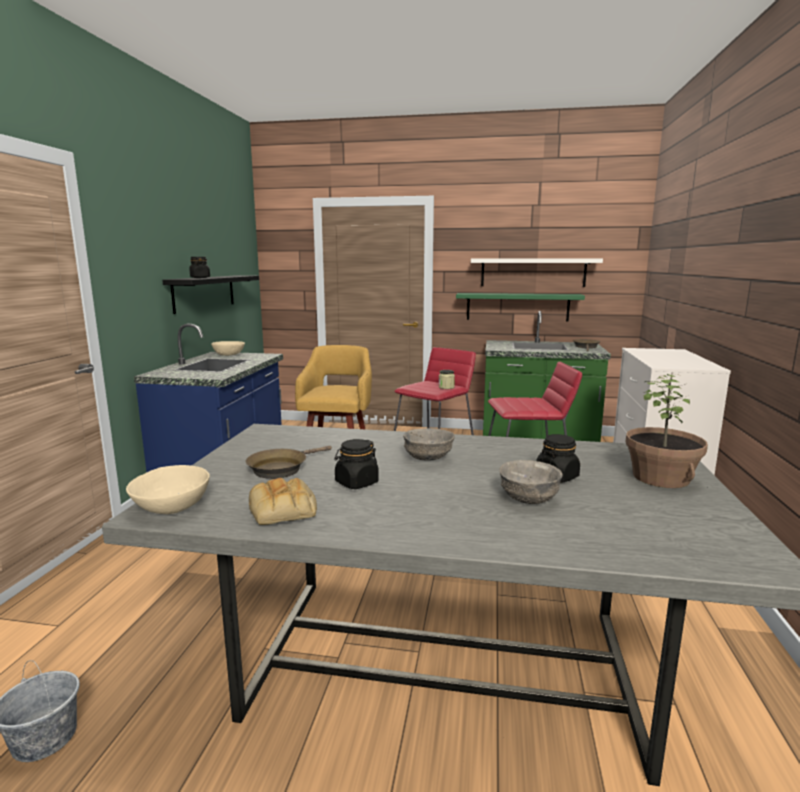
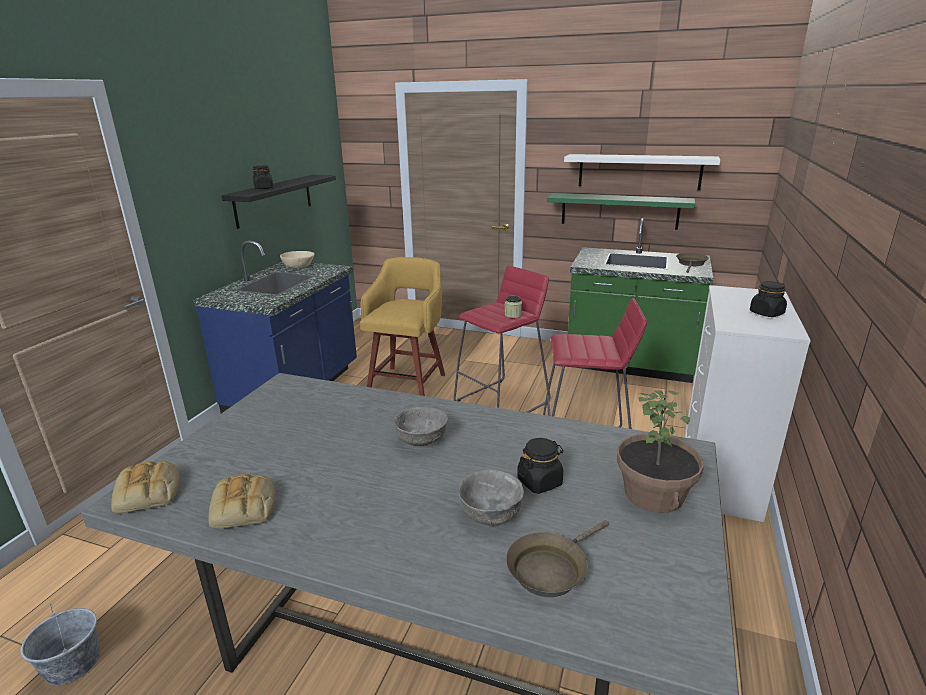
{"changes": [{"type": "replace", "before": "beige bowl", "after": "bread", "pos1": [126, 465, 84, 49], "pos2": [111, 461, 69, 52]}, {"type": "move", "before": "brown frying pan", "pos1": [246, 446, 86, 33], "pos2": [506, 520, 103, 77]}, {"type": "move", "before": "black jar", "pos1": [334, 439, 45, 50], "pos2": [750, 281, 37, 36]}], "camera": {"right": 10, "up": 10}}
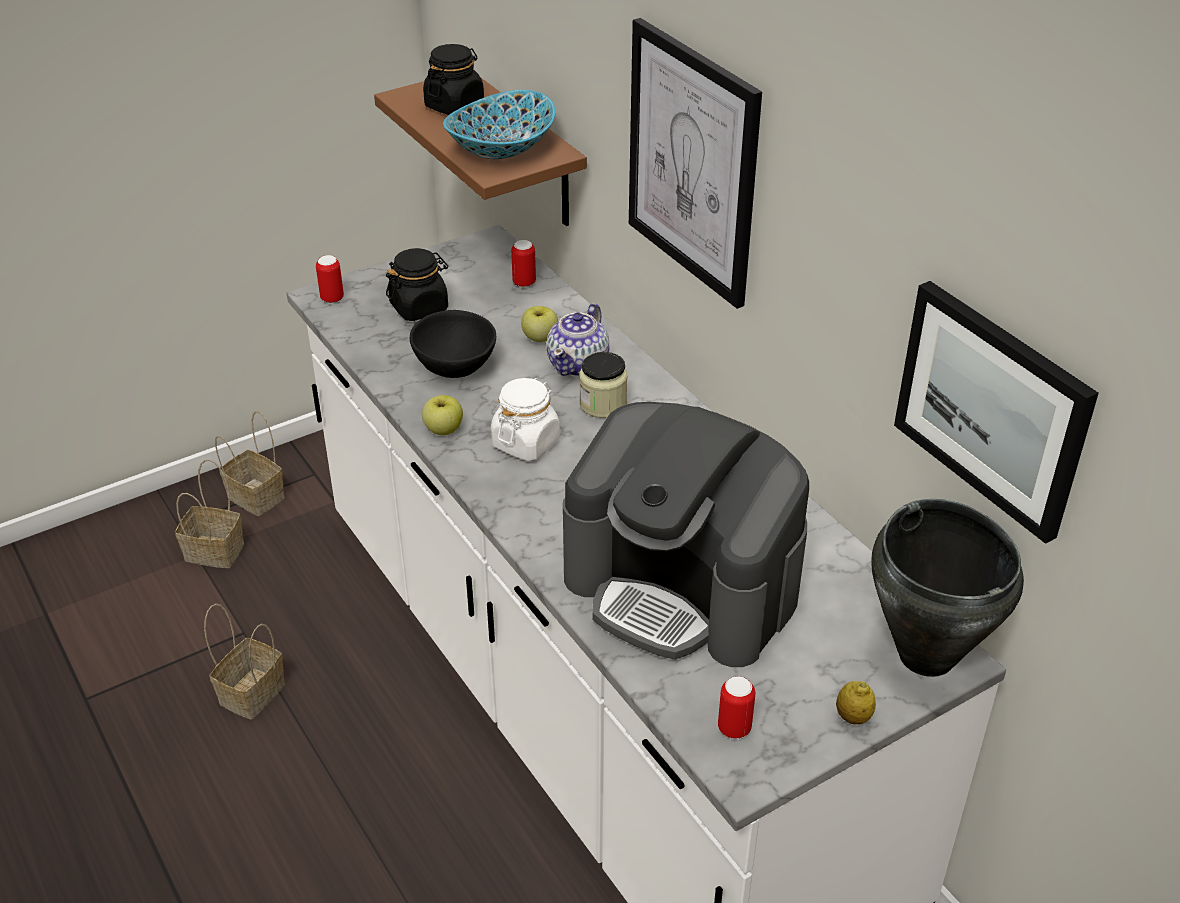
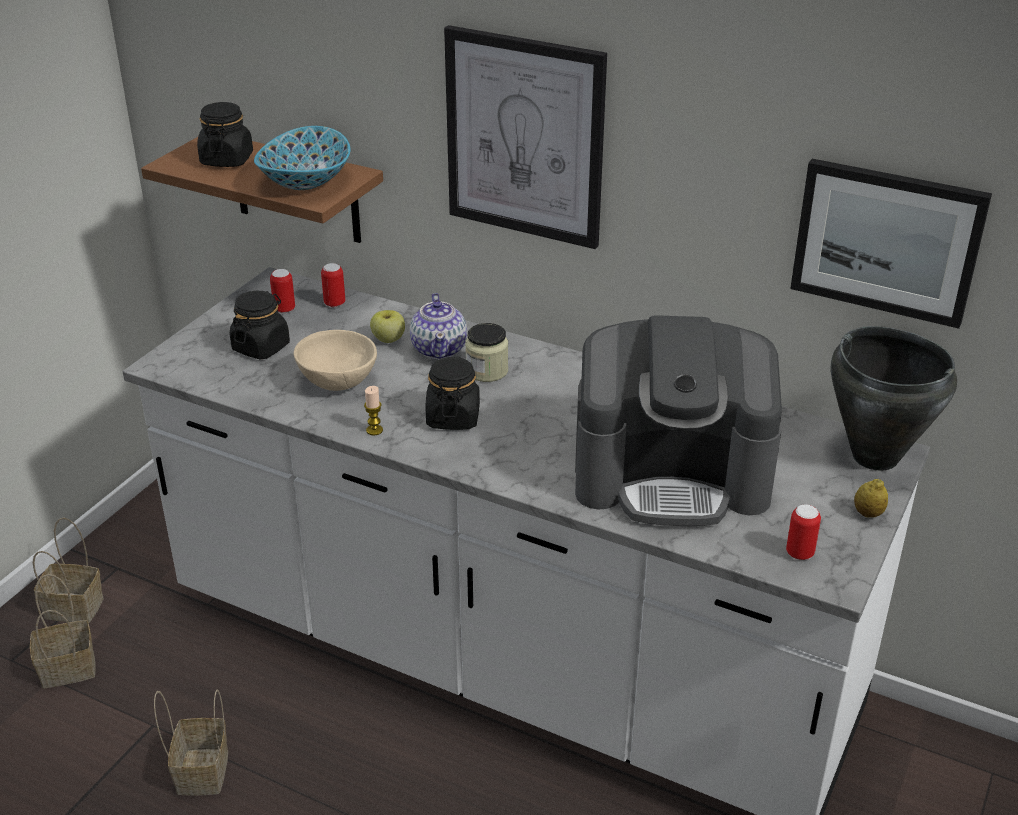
{"changes": [{"type": "move", "before": "can", "pos1": [316, 255, 28, 48], "pos2": [270, 269, 25, 44]}, {"type": "recolor", "before": "black bowl", "after": "beige bowl", "pos1": [410, 310, 86, 68], "pos2": [294, 330, 83, 61]}, {"type": "replace", "before": "apple", "after": "candle", "pos1": [422, 395, 41, 40], "pos2": [364, 386, 19, 49]}, {"type": "recolor", "before": "white jar", "after": "black jar", "pos1": [491, 378, 69, 83], "pos2": [425, 357, 55, 73]}], "camera": {"right": -30, "up": -5}}
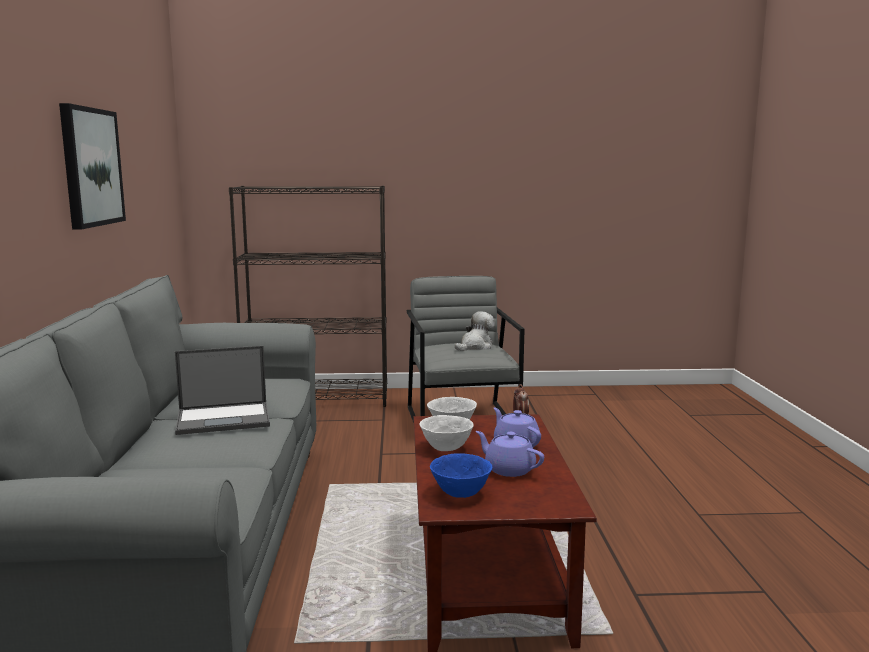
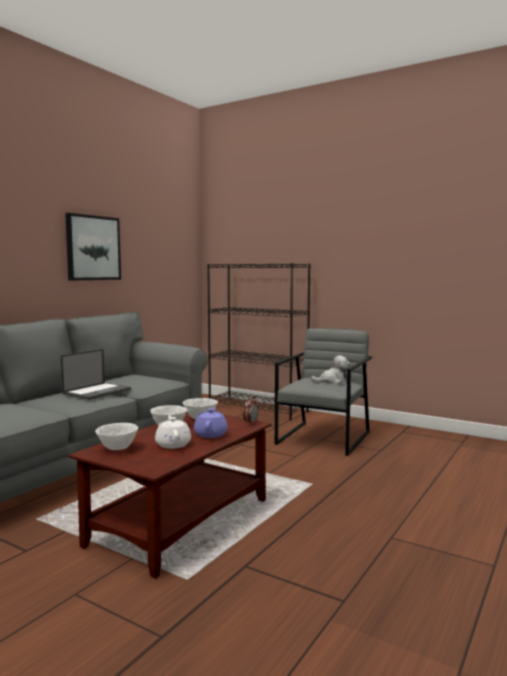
{"changes": [{"type": "rotate", "before": "laptop", "pos1": [175, 346, 95, 89], "pos2": [60, 349, 71, 51], "turn": -75}, {"type": "recolor", "before": "blue bowl", "after": "white bowl", "pos1": [430, 453, 62, 45], "pos2": [95, 423, 43, 27]}, {"type": "recolor", "before": "purple teapot", "after": "white teapot", "pos1": [476, 431, 68, 46], "pos2": [155, 415, 36, 34]}], "camera": {"right": 35, "up": -5}}
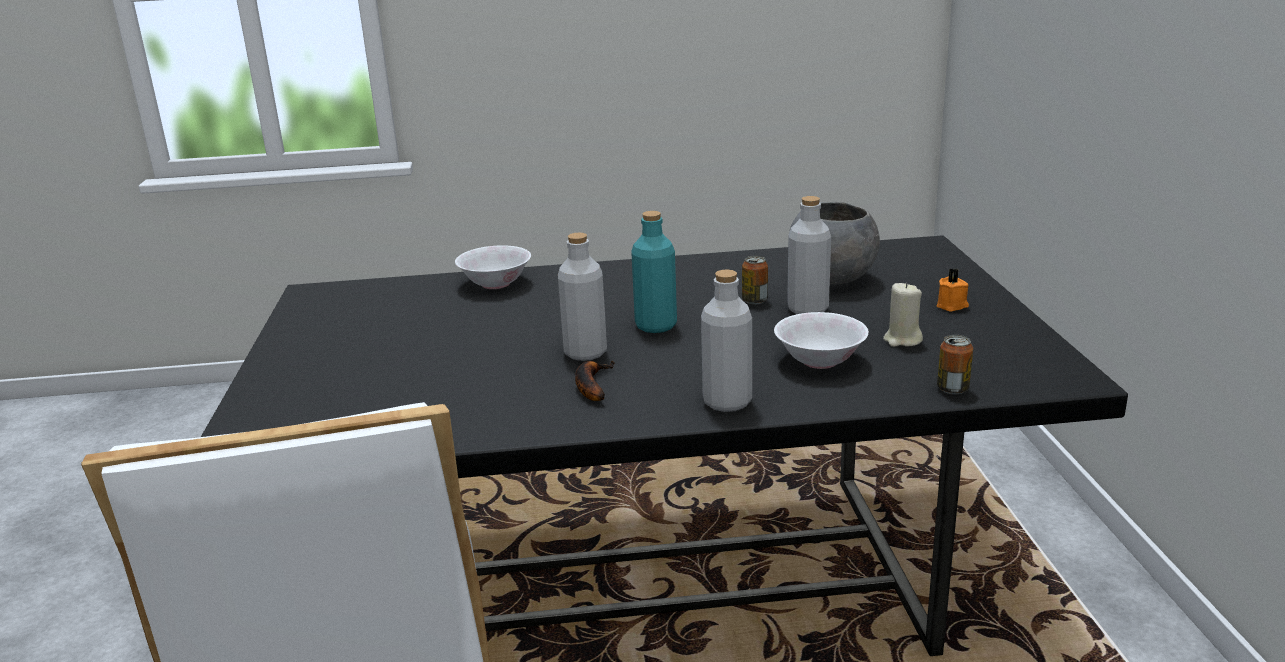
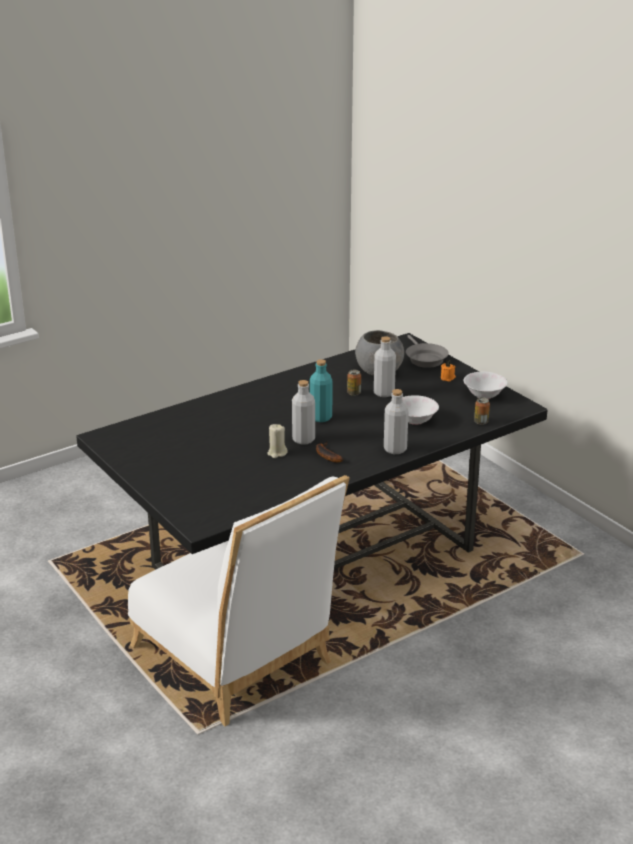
{"changes": [{"type": "move", "before": "beige candle", "pos1": [883, 282, 40, 65], "pos2": [268, 424, 20, 34]}, {"type": "insert", "after": "grey frying pan", "pos2": [406, 335, 43, 33]}, {"type": "move", "before": "white bowl", "pos1": [455, 245, 76, 44], "pos2": [463, 372, 45, 27]}], "camera": {"right": -30, "up": 5}}
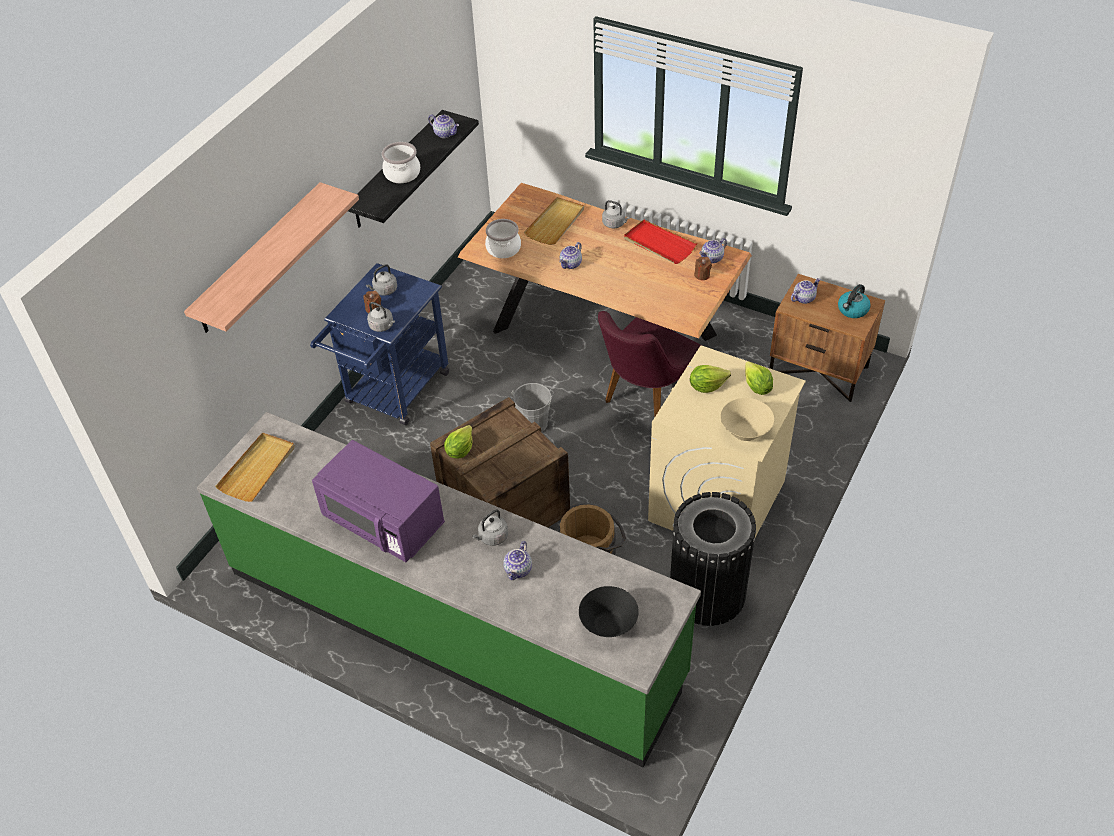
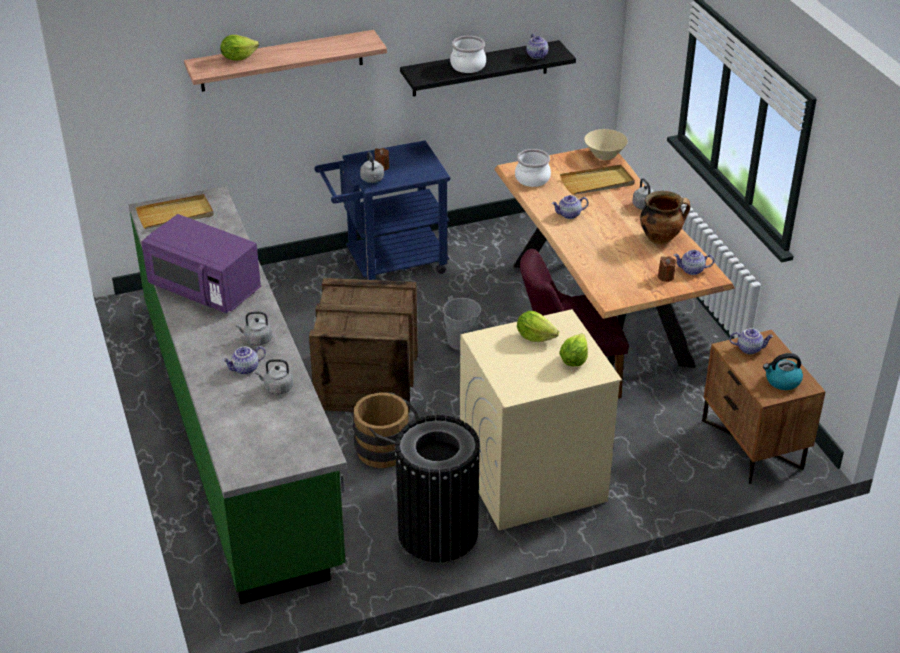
{"changes": [{"type": "rotate", "before": "purple microwave", "pos1": [312, 440, 133, 122], "pos2": [141, 214, 120, 100], "turn": -45}, {"type": "move", "before": "lettuce", "pos1": [444, 425, 28, 34], "pos2": [220, 35, 39, 26]}, {"type": "move", "before": "grey kettle", "pos1": [366, 264, 31, 32], "pos2": [255, 359, 38, 36]}, {"type": "move", "before": "beige bowl", "pos1": [720, 398, 54, 43], "pos2": [584, 129, 44, 31]}, {"type": "replace", "before": "red tray", "after": "cooking pot", "pos1": [624, 219, 73, 45], "pos2": [640, 191, 50, 53]}, {"type": "delete", "before": "black bowl", "pos1": [579, 586, 60, 51]}], "camera": {"right": 40, "up": -10}}
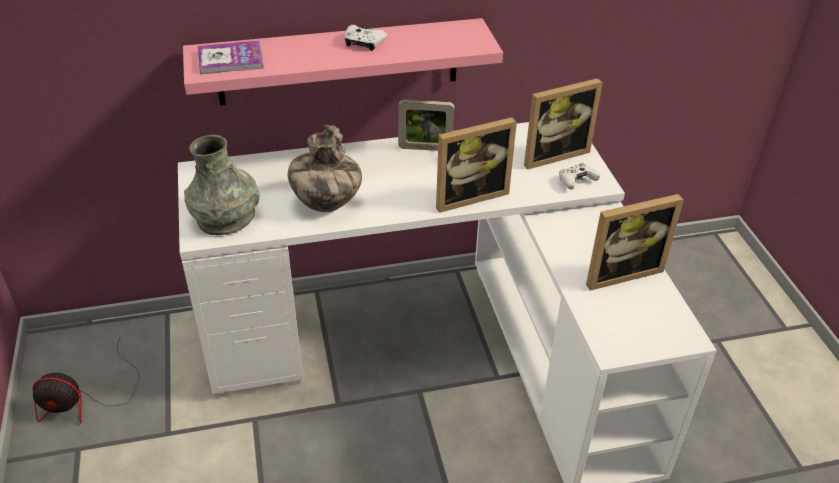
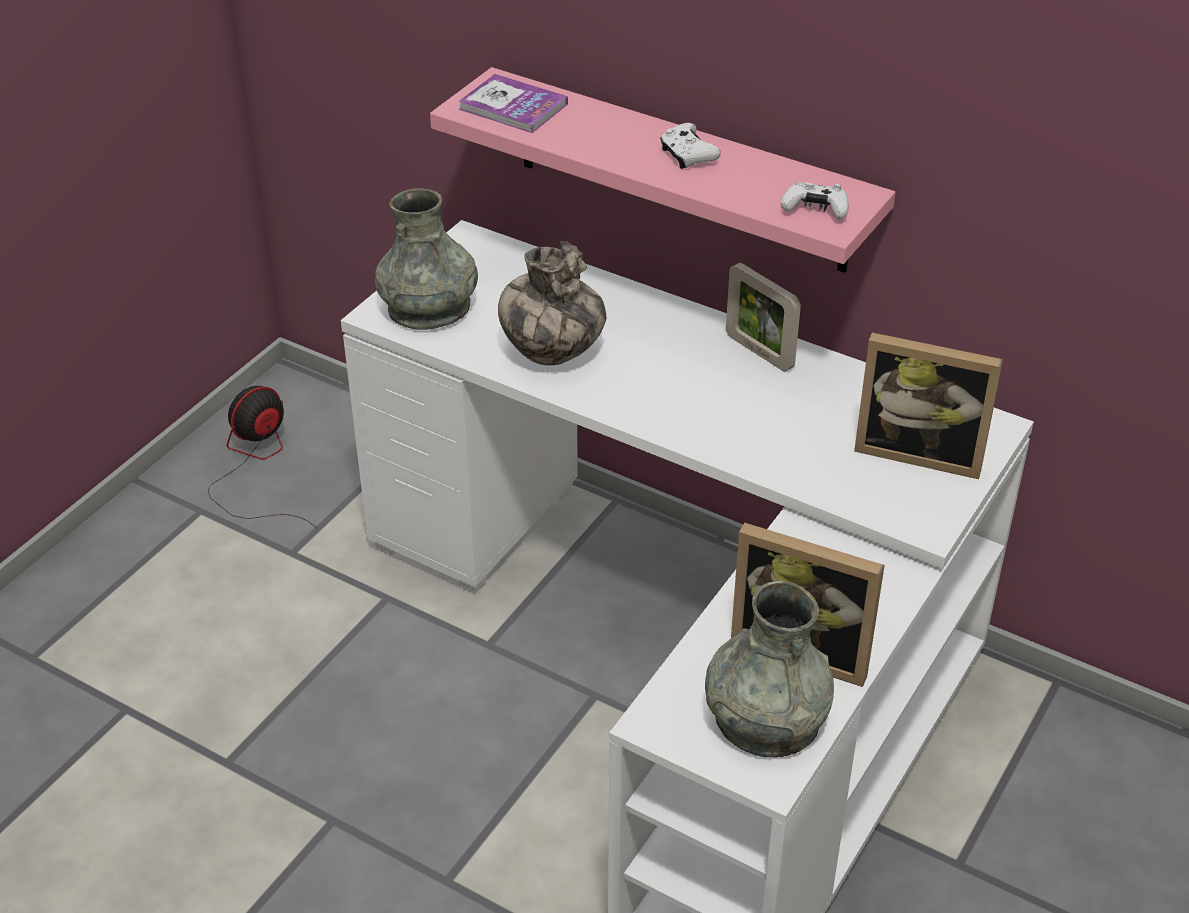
{"changes": [{"type": "rotate", "before": "fan", "pos1": [33, 338, 107, 85], "pos2": [208, 386, 109, 142], "turn": 90}, {"type": "insert", "after": "grey vase", "pos2": [705, 581, 129, 176]}, {"type": "move", "before": "white game controller", "pos1": [559, 162, 41, 27], "pos2": [781, 182, 68, 37]}, {"type": "delete", "before": "picture frame", "pos1": [436, 117, 81, 96]}], "camera": {"right": 45, "up": 0}}
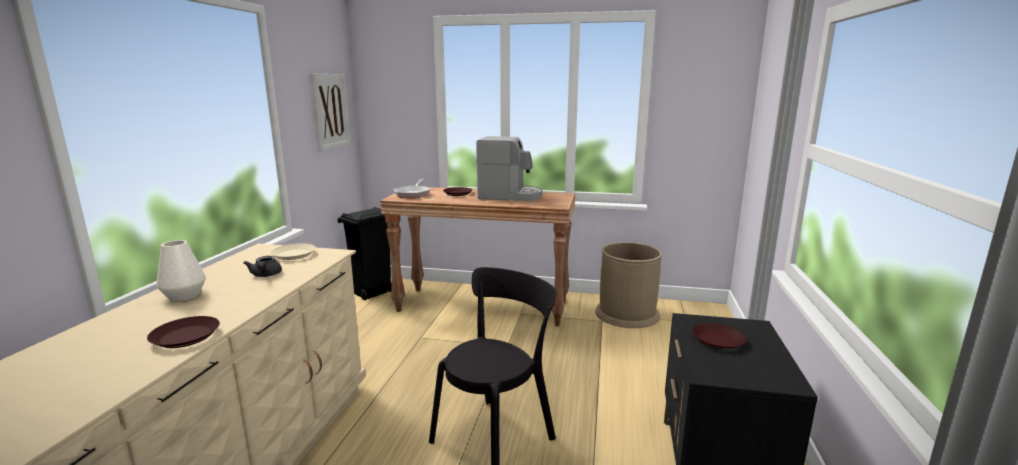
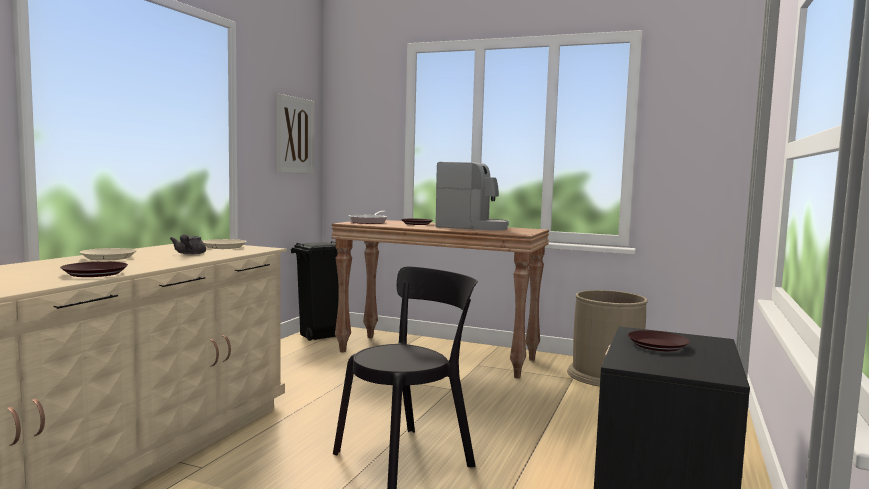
{"changes": [{"type": "replace", "before": "white vase", "after": "beige plate", "pos1": [156, 240, 50, 61], "pos2": [80, 248, 57, 13]}], "camera": {"right": 10, "up": -10}}
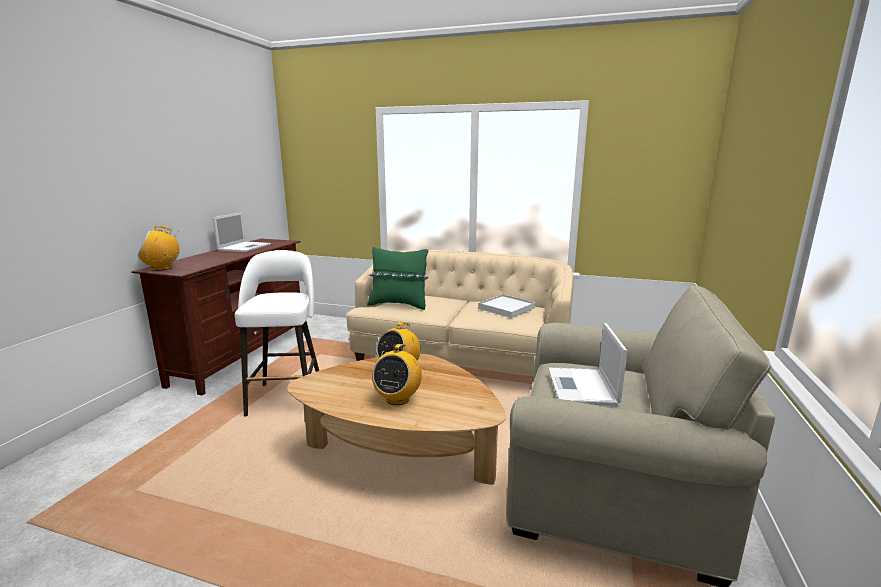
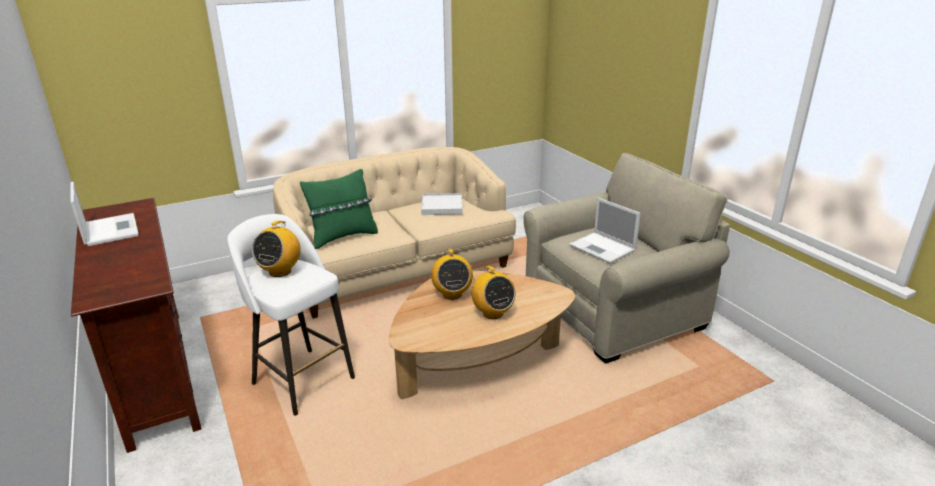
{"changes": [{"type": "move", "before": "radio", "pos1": [138, 226, 41, 45], "pos2": [252, 221, 49, 56]}], "camera": {"right": -45, "up": 10}}
